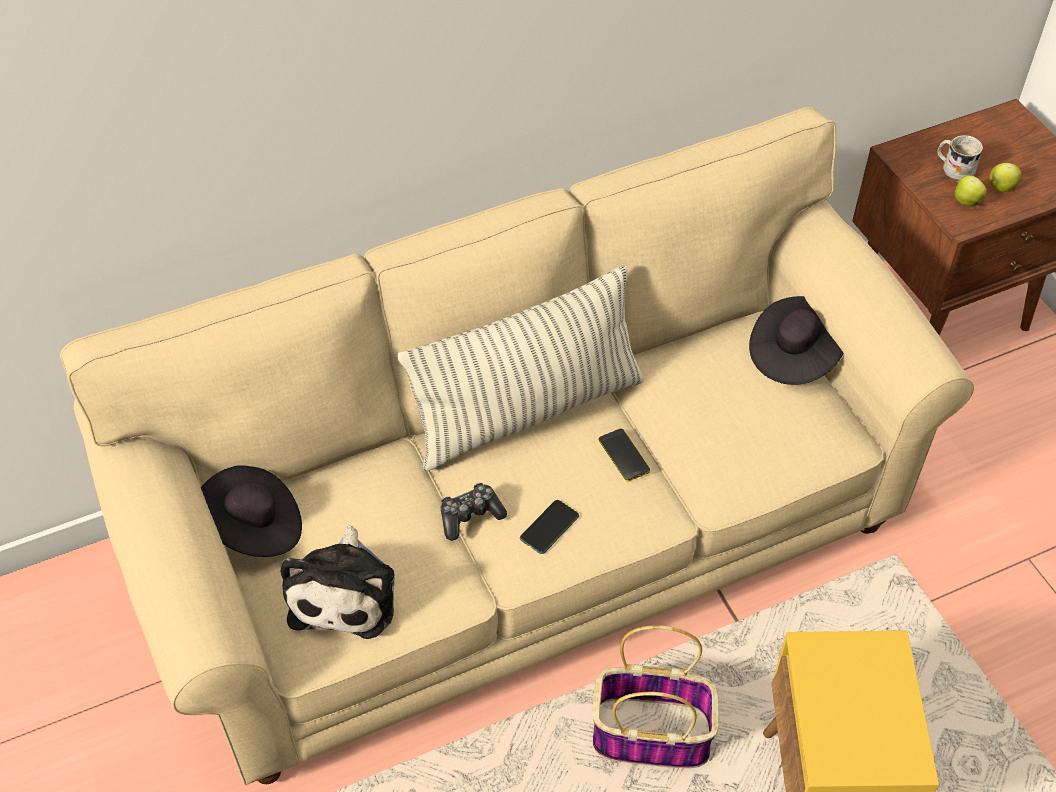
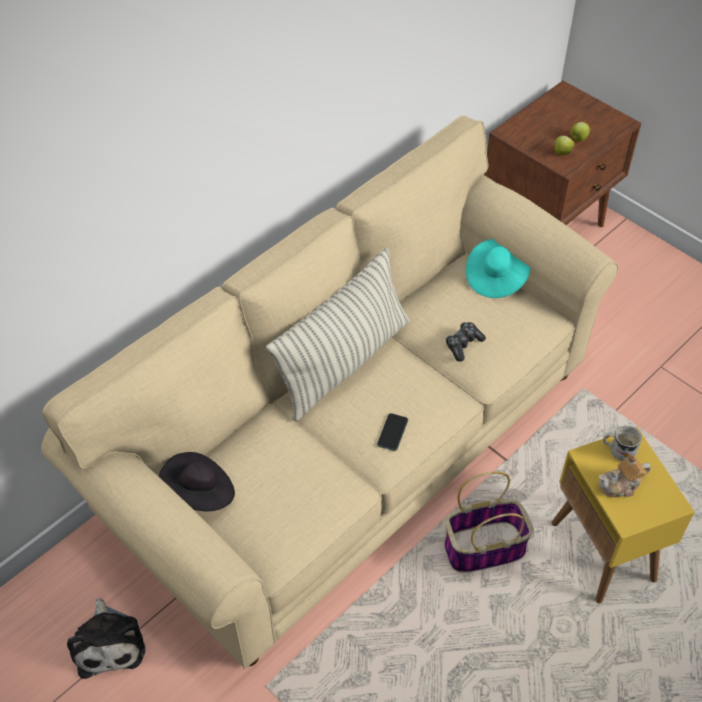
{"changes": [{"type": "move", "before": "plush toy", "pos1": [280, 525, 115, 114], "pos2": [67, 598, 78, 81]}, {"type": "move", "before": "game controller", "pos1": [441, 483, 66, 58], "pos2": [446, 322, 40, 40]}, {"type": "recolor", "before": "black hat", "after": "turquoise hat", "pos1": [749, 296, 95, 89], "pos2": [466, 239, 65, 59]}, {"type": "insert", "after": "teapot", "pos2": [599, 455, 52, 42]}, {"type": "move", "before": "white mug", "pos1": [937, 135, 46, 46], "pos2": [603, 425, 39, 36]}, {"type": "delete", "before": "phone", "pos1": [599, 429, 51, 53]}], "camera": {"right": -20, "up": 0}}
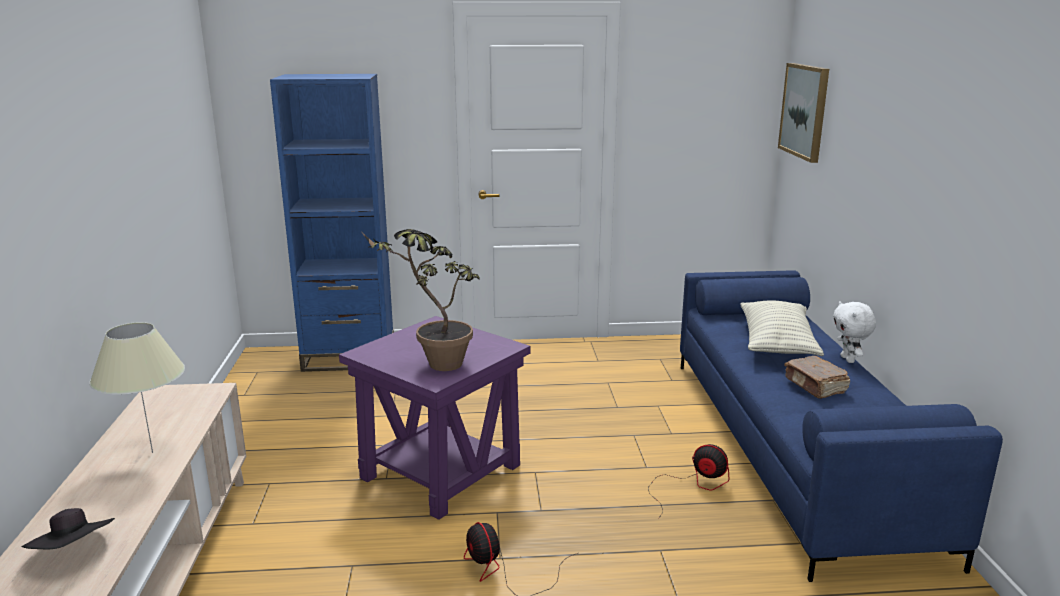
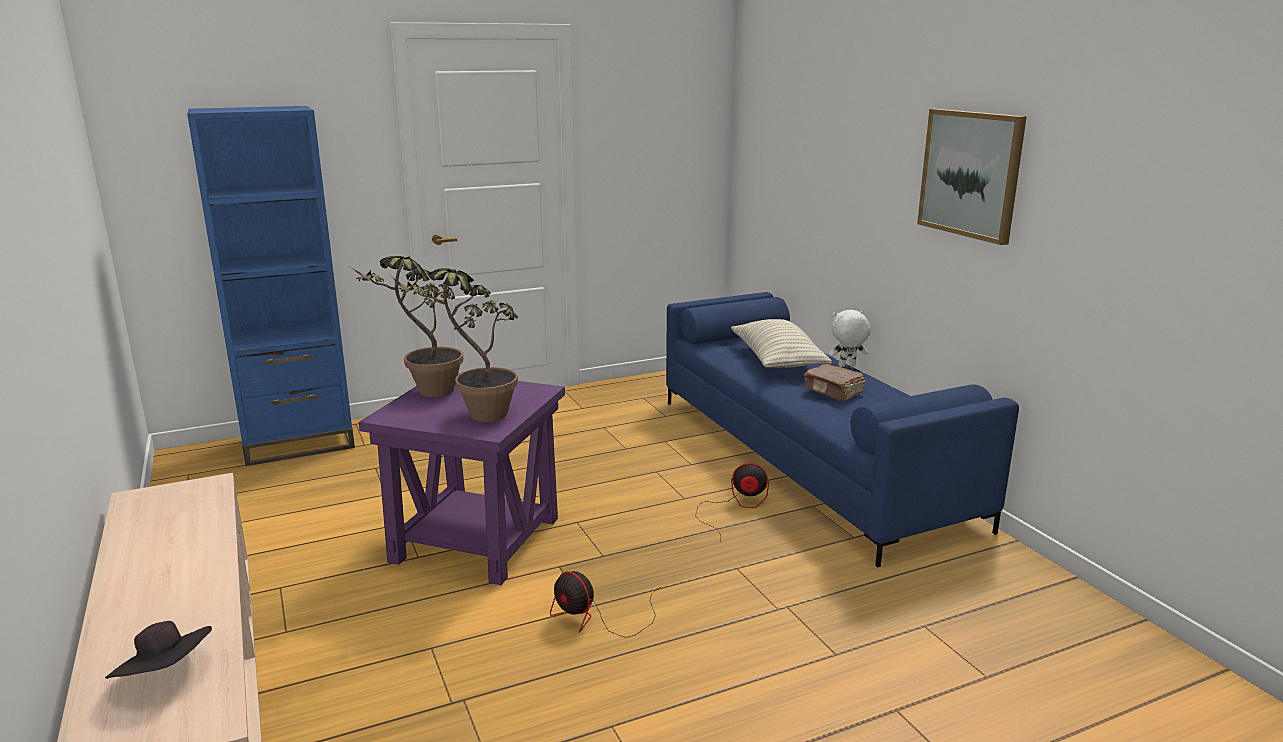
{"changes": [{"type": "insert", "after": "potted plant", "pos2": [350, 256, 114, 141]}, {"type": "rotate", "before": "white plush toy", "pos1": [833, 301, 43, 62], "pos2": [829, 310, 42, 57], "turn": 105}, {"type": "move", "before": "picture", "pos1": [778, 63, 51, 100], "pos2": [917, 109, 110, 136]}, {"type": "delete", "before": "beige table lamp", "pos1": [89, 322, 96, 131]}], "camera": {"right": -20, "up": 0}}
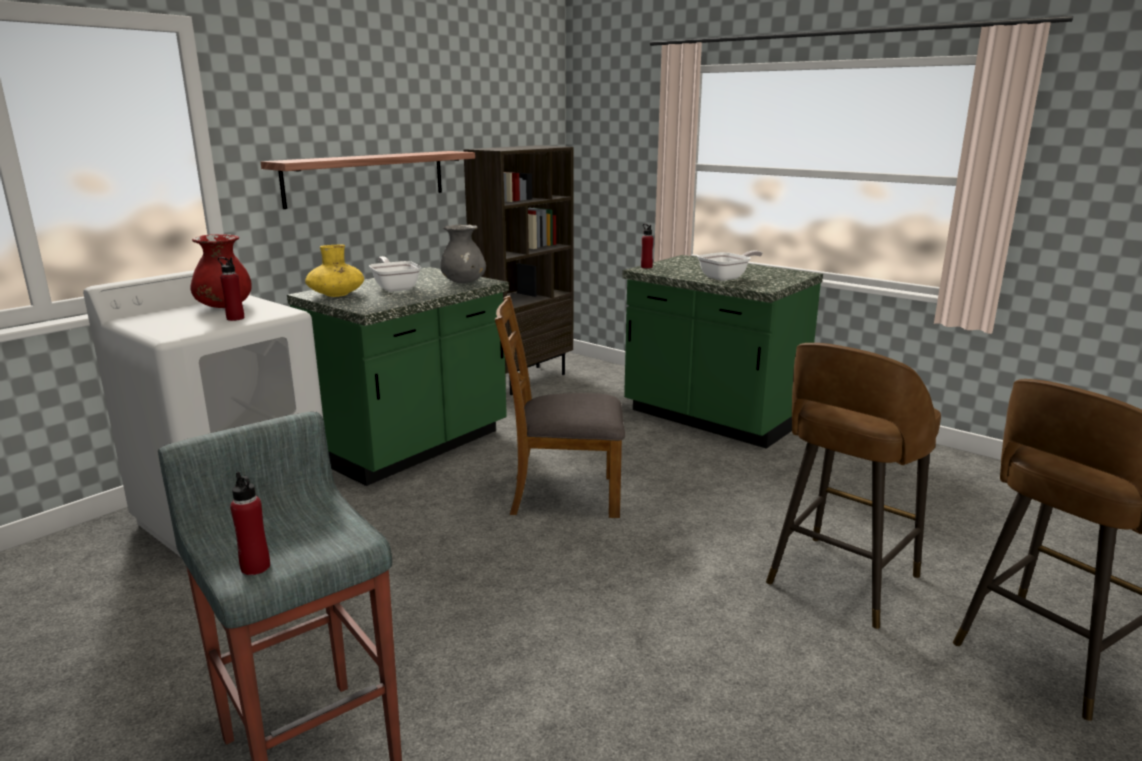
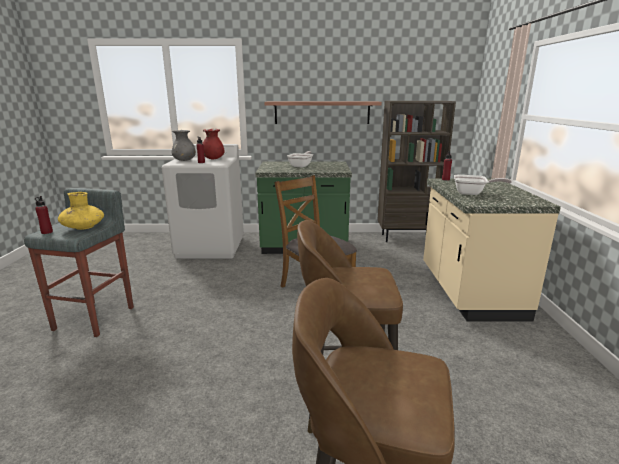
{"changes": [{"type": "move", "before": "yellow vase", "pos1": [305, 245, 59, 52], "pos2": [58, 192, 46, 38]}, {"type": "move", "before": "grey vase", "pos1": [440, 225, 46, 58], "pos2": [171, 130, 25, 31]}, {"type": "recolor", "before": "green counter", "after": "beige counter", "pos1": [622, 255, 201, 194], "pos2": [423, 178, 138, 144]}], "camera": {"right": 50, "up": 0}}
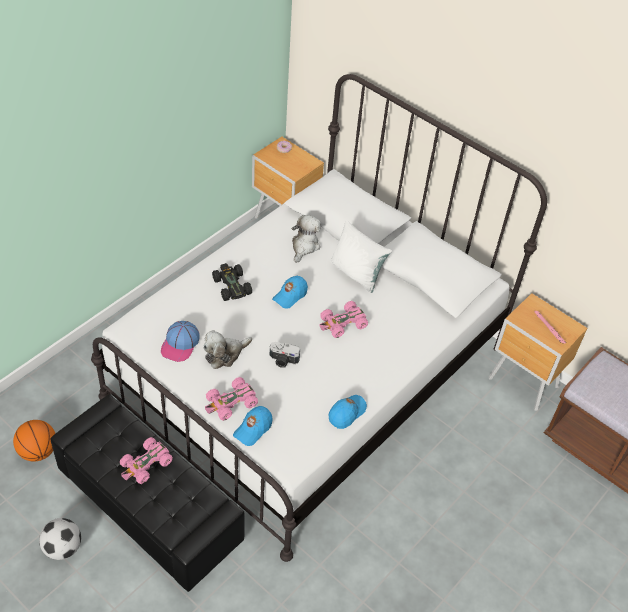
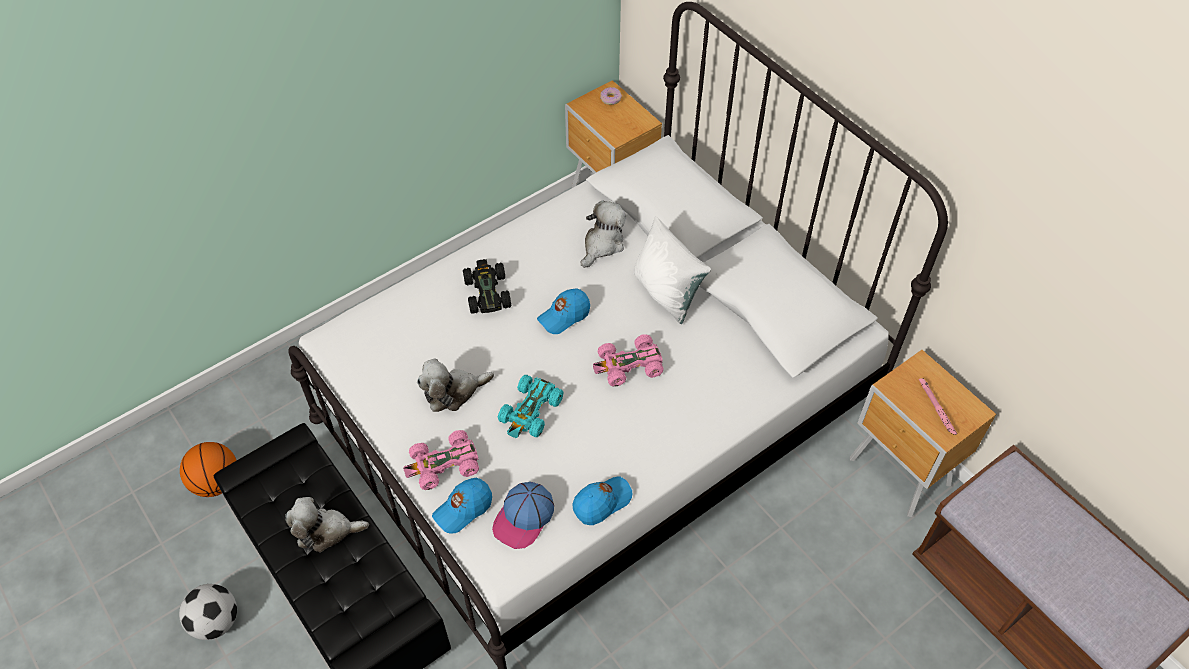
{"changes": [{"type": "replace", "before": "pink toy car", "after": "plush toy", "pos1": [120, 437, 53, 47], "pos2": [285, 497, 84, 55]}, {"type": "move", "before": "cap", "pos1": [161, 321, 39, 41], "pos2": [492, 482, 62, 67]}, {"type": "replace", "before": "photo camera", "after": "turquoise toy car", "pos1": [270, 342, 30, 26], "pos2": [498, 375, 66, 63]}], "camera": {"right": 15, "up": 5}}
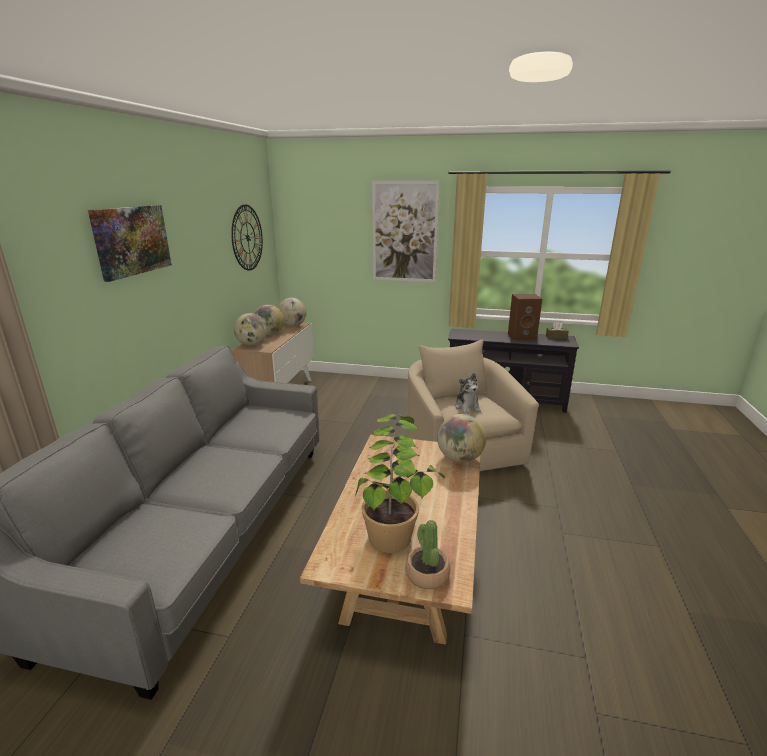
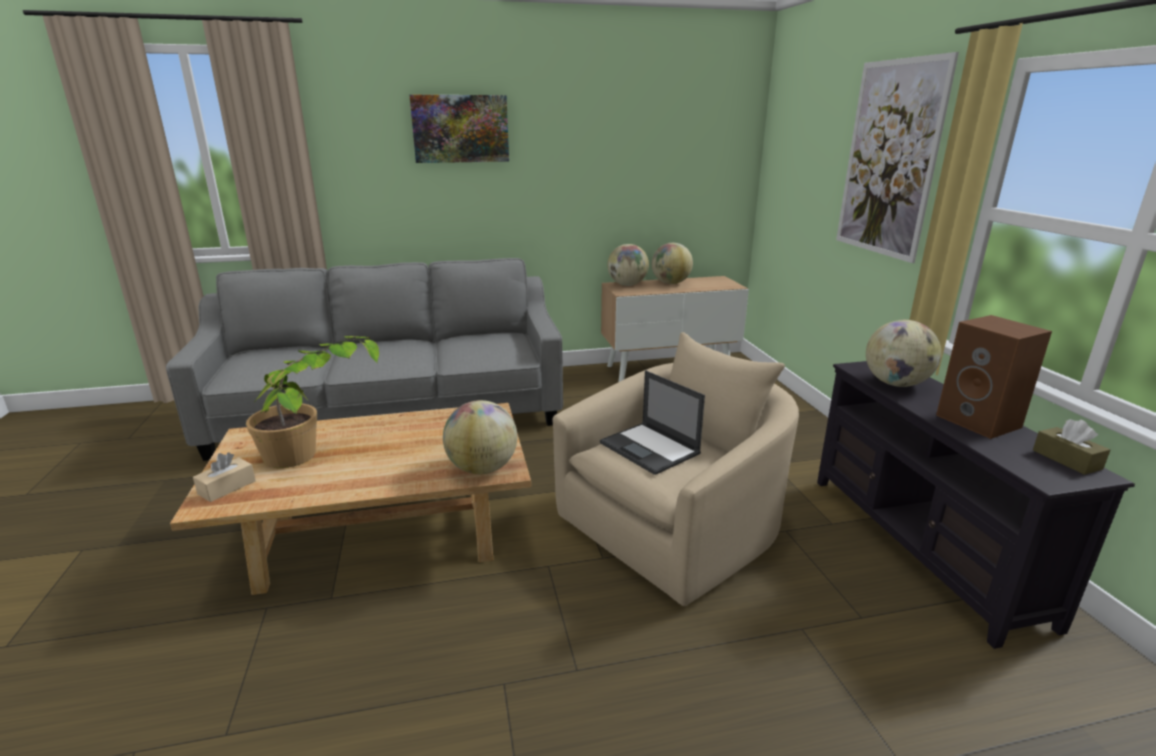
{"changes": [{"type": "replace", "before": "potted plant", "after": "beige tissue box", "pos1": [405, 520, 46, 69], "pos2": [193, 452, 63, 50]}, {"type": "replace", "before": "plush toy", "after": "laptop", "pos1": [455, 373, 26, 41], "pos2": [600, 370, 105, 105]}, {"type": "move", "before": "globe", "pos1": [278, 298, 29, 28], "pos2": [866, 320, 75, 67]}, {"type": "delete", "before": "wall clock", "pos1": [231, 204, 32, 67]}], "camera": {"right": 65, "up": 0}}
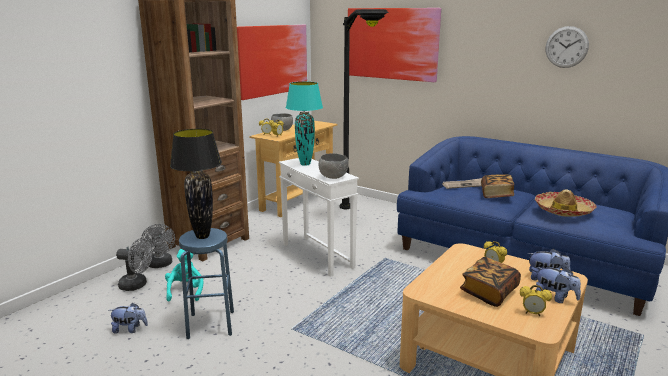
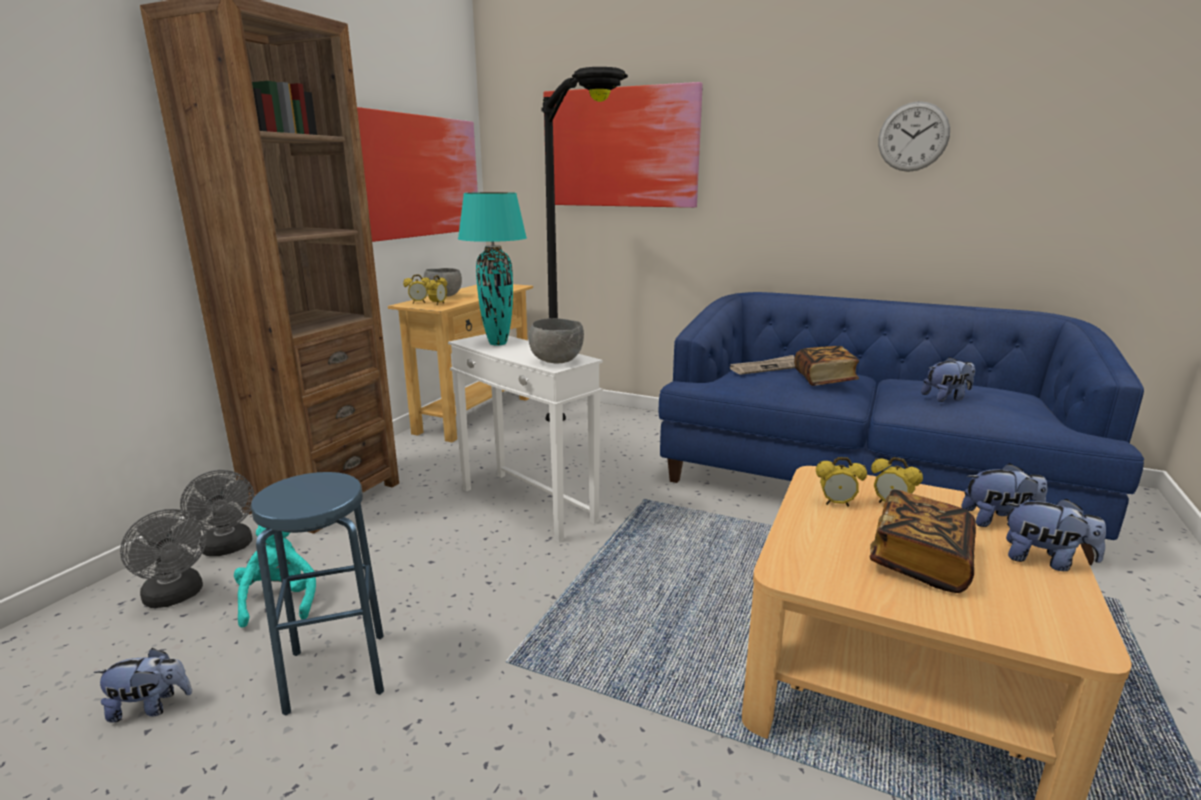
{"changes": [{"type": "rotate", "before": "grey fan", "pos1": [116, 238, 36, 53], "pos2": [120, 509, 87, 99], "turn": 45}, {"type": "move", "before": "alarm clock", "pos1": [520, 285, 32, 31], "pos2": [816, 457, 51, 50]}, {"type": "replace", "before": "hat", "after": "plush toy", "pos1": [535, 189, 61, 28], "pos2": [921, 357, 54, 45]}, {"type": "delete", "before": "black table lamp", "pos1": [170, 129, 52, 110]}], "camera": {"right": -10, "up": 0}}
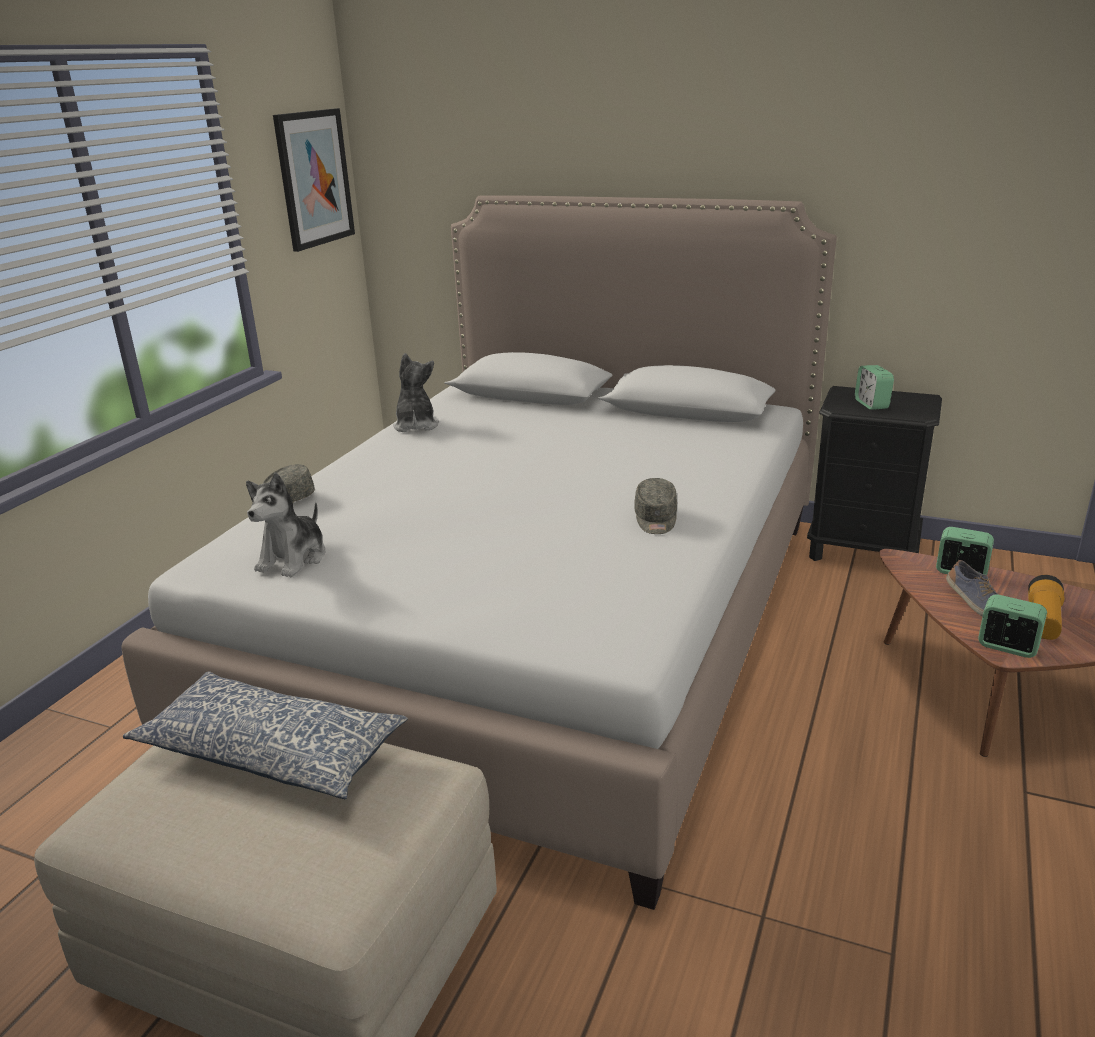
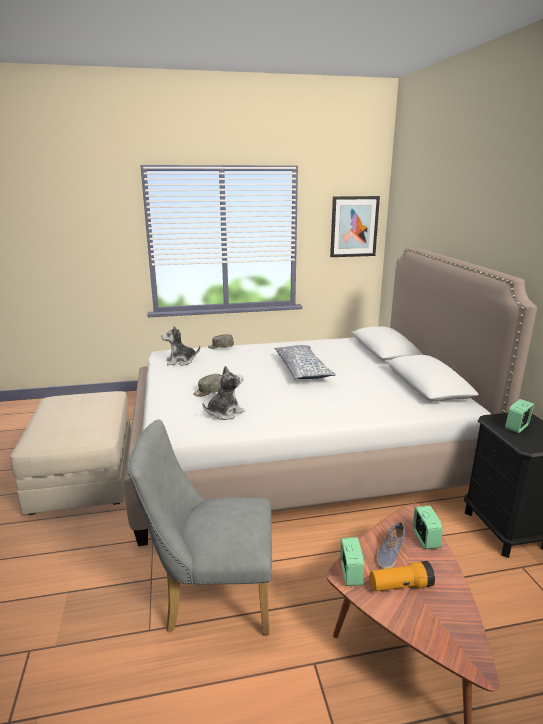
{"changes": [{"type": "insert", "after": "grey chair", "pos2": [128, 419, 144, 216]}, {"type": "move", "before": "grey cap", "pos1": [635, 478, 42, 56], "pos2": [193, 374, 29, 23]}, {"type": "move", "before": "plush toy", "pos1": [393, 353, 46, 79], "pos2": [203, 366, 42, 54]}, {"type": "move", "before": "pillow", "pos1": [123, 671, 285, 128], "pos2": [274, 345, 62, 34]}], "camera": {"right": 55, "up": -5}}
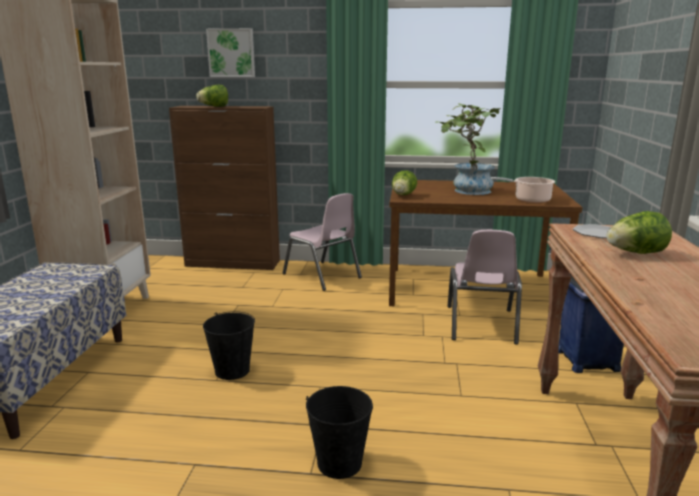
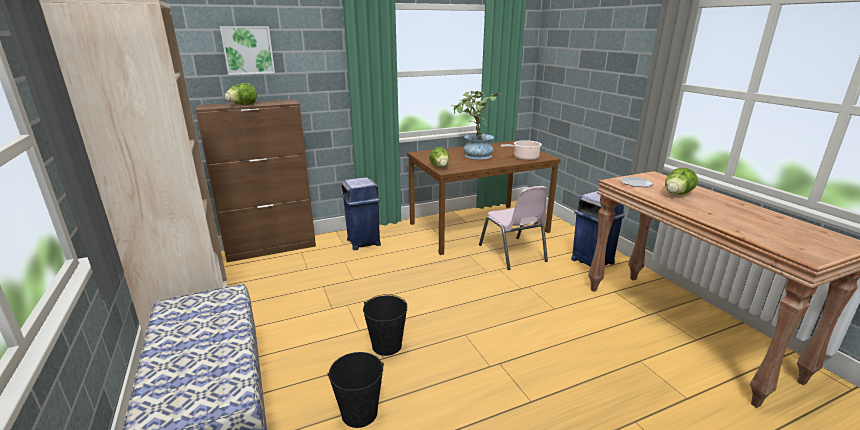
{"changes": [{"type": "move", "before": "black bucket", "pos1": [306, 386, 67, 93], "pos2": [328, 352, 56, 76]}, {"type": "replace", "before": "pink chair", "after": "blue trash can", "pos1": [283, 193, 79, 98], "pos2": [341, 177, 40, 73]}], "camera": {"right": -30, "up": 5}}
